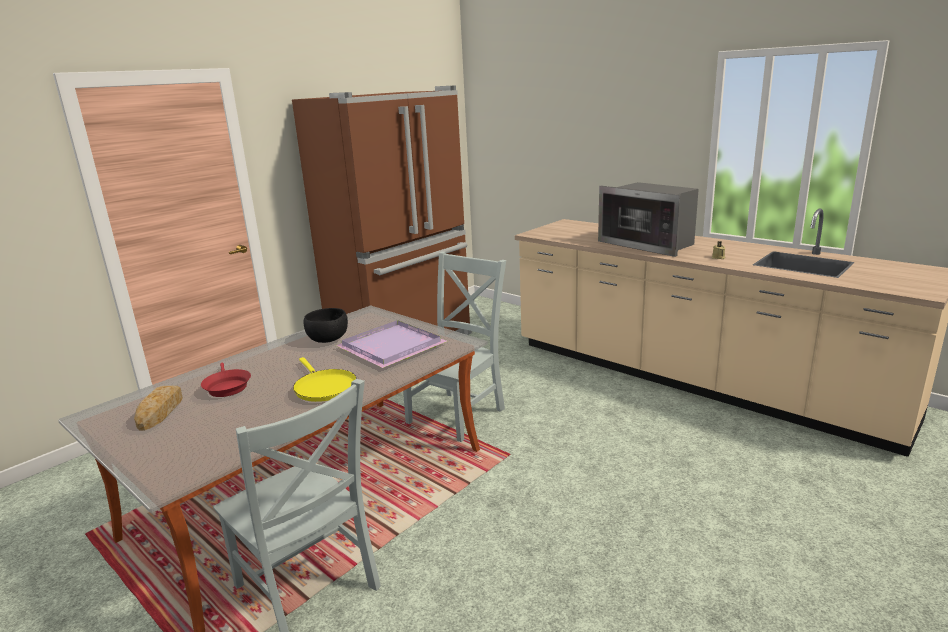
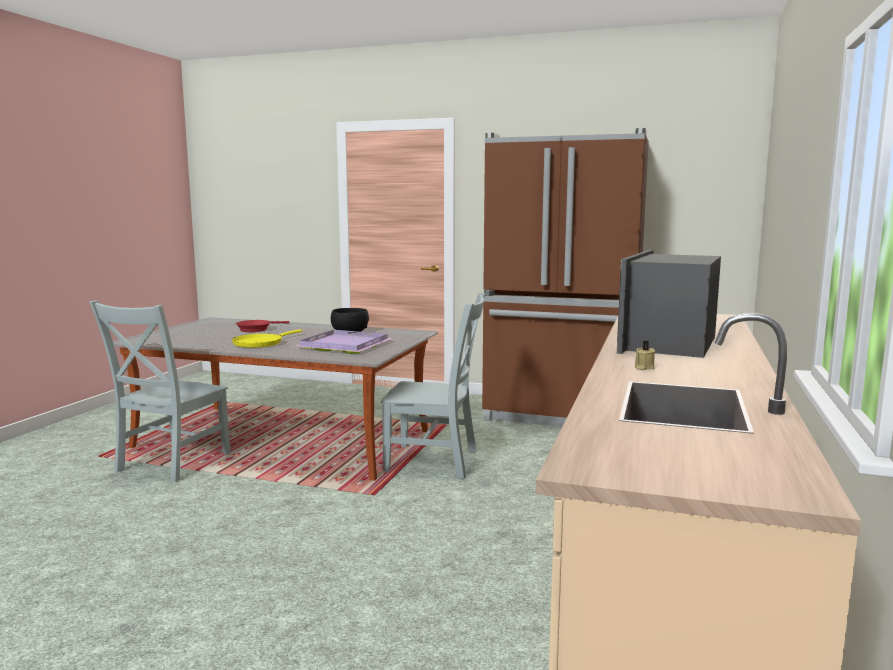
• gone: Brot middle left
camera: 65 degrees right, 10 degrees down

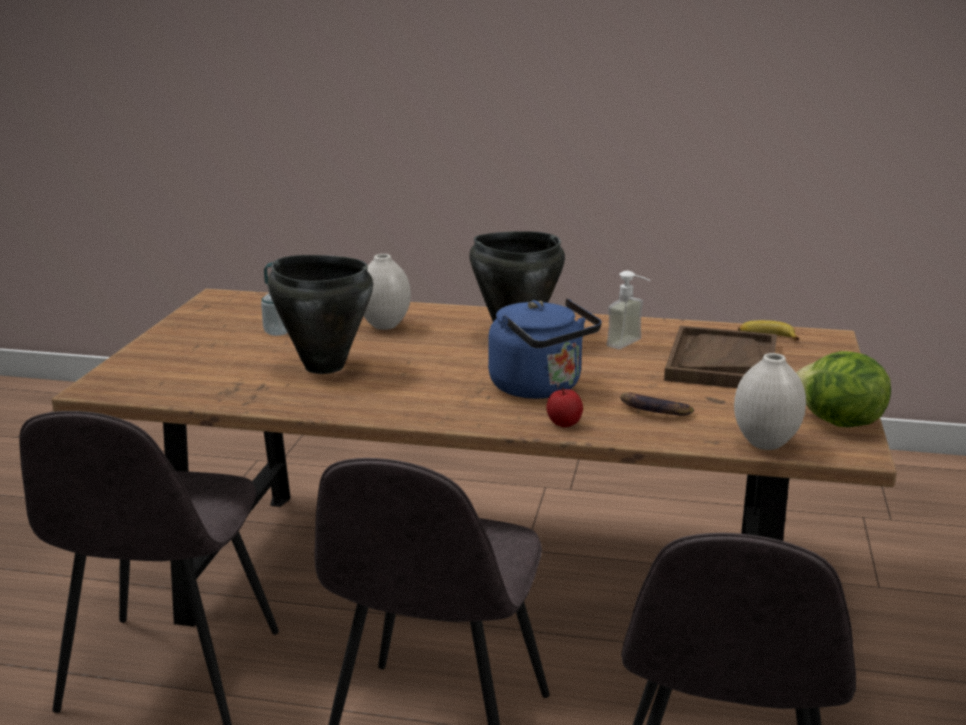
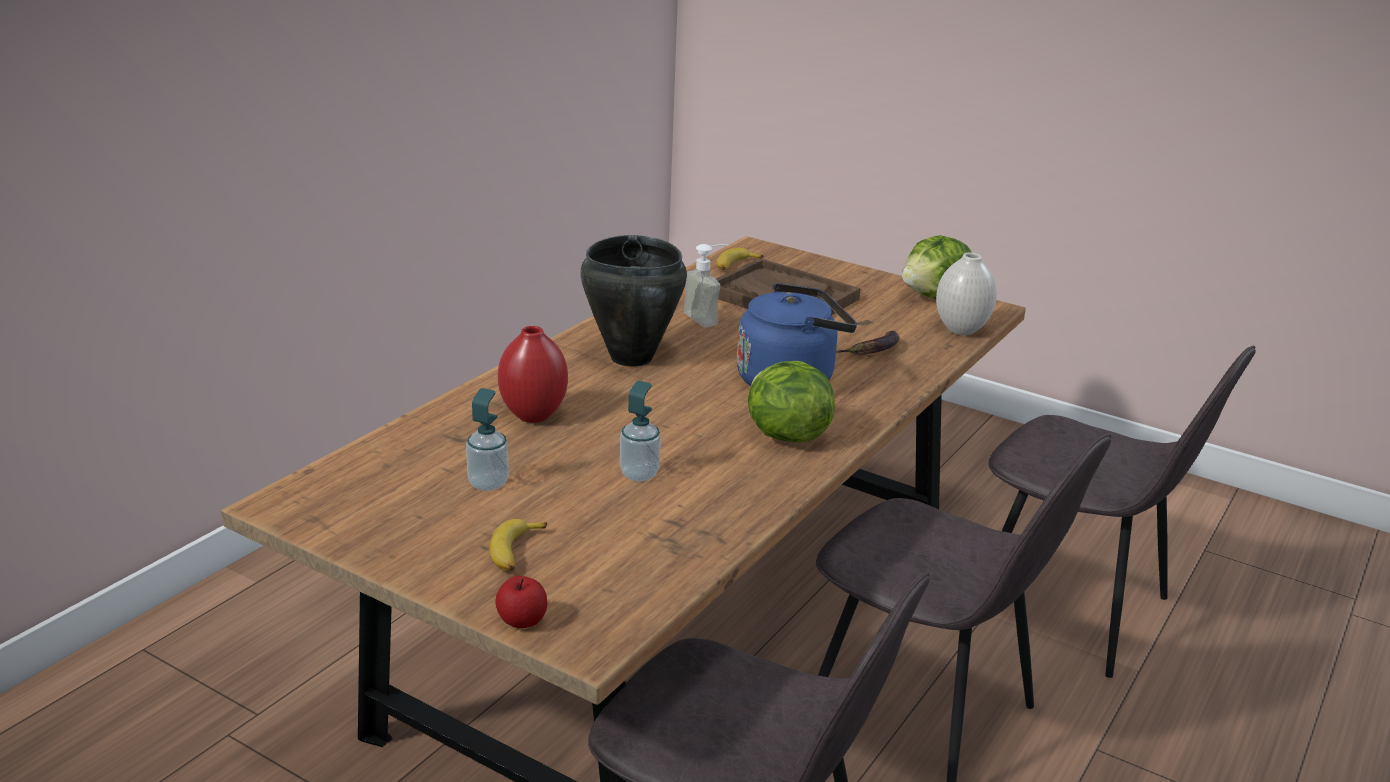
• new: Banane (no. 1 from left) bottom centre
• shifted: Apfel centre to bottom centre
• repainted: Vase (weiß) (no. 1 from left) centre to Vase (rot) centre
• swapped: Kochtopf (schwarz) (no. 1 from left) middle left to Seifenspender (no. 2 from left) centre
• new: Salatkopf (no. 1 from left) centre
camera: 70 degrees left, 5 degrees up

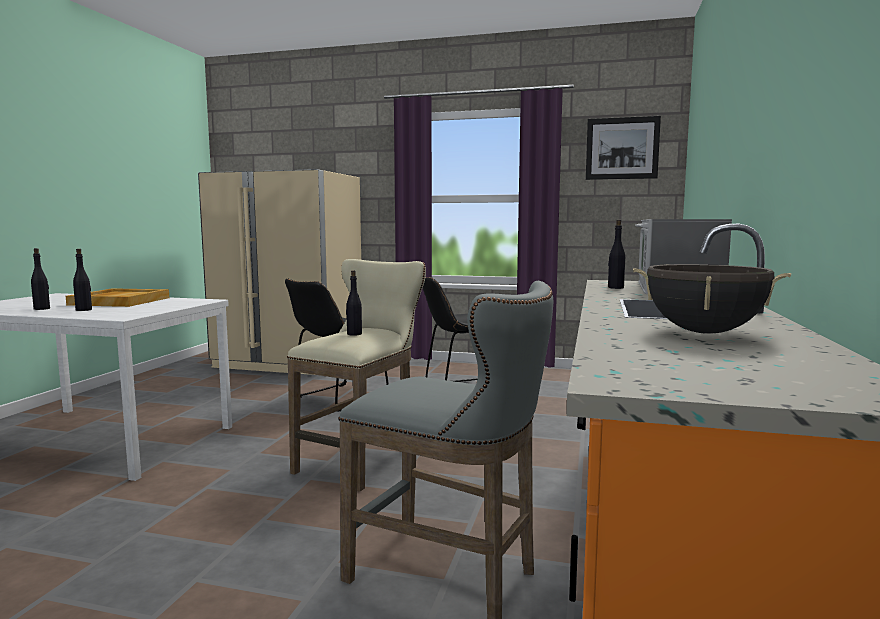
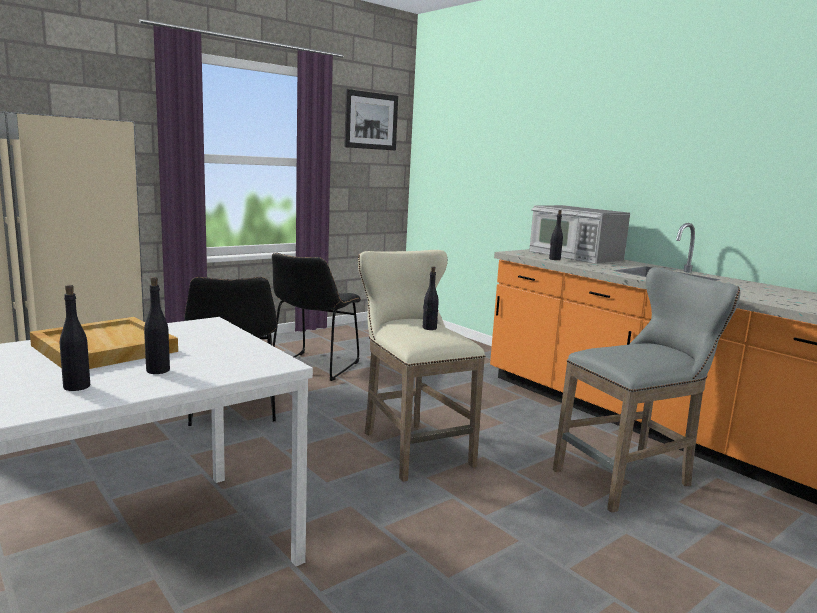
• gone: Kochtopf (schwarz) middle right
camera: 55 degrees left, 5 degrees up

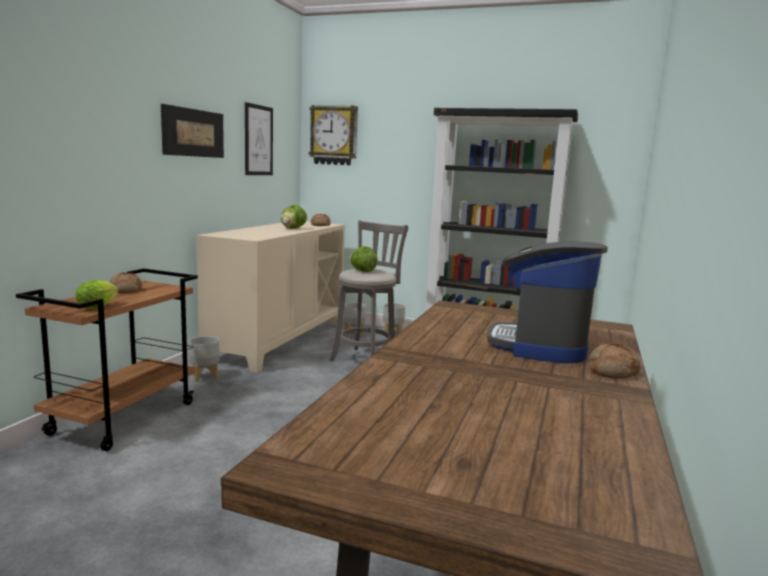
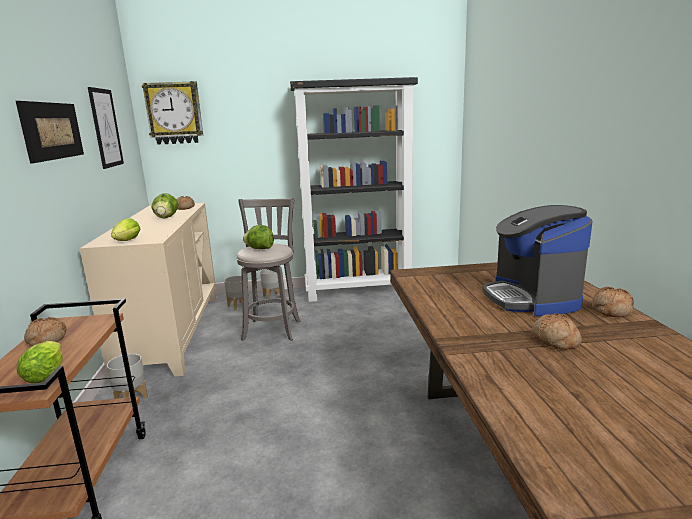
• new: Salatkopf (no. 2 from left) middle left
• new: Brot (no. 3 from left) middle right
camera: 25 degrees left, 5 degrees up

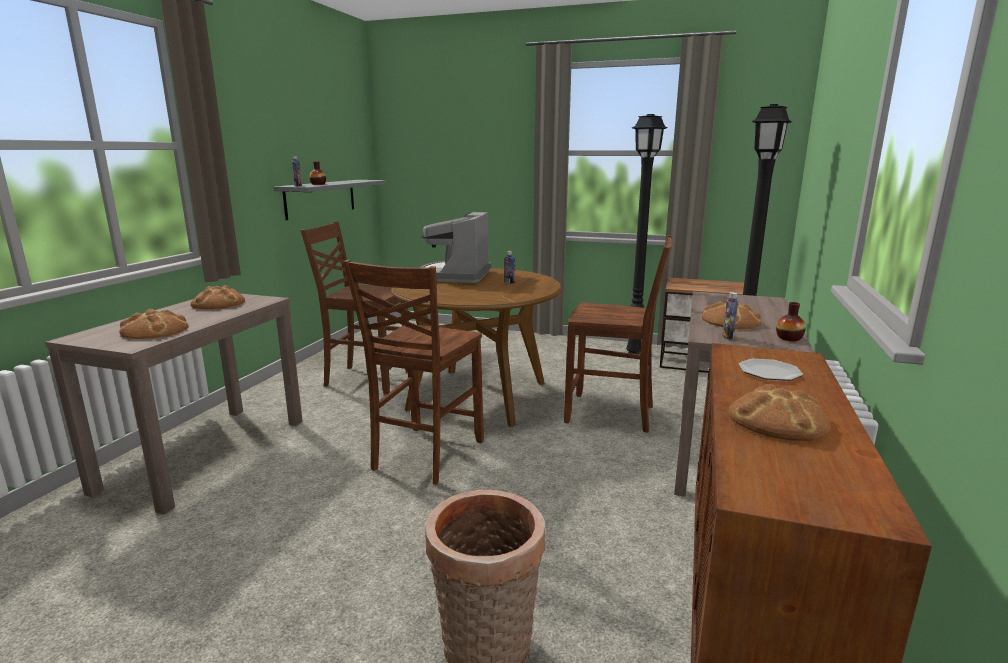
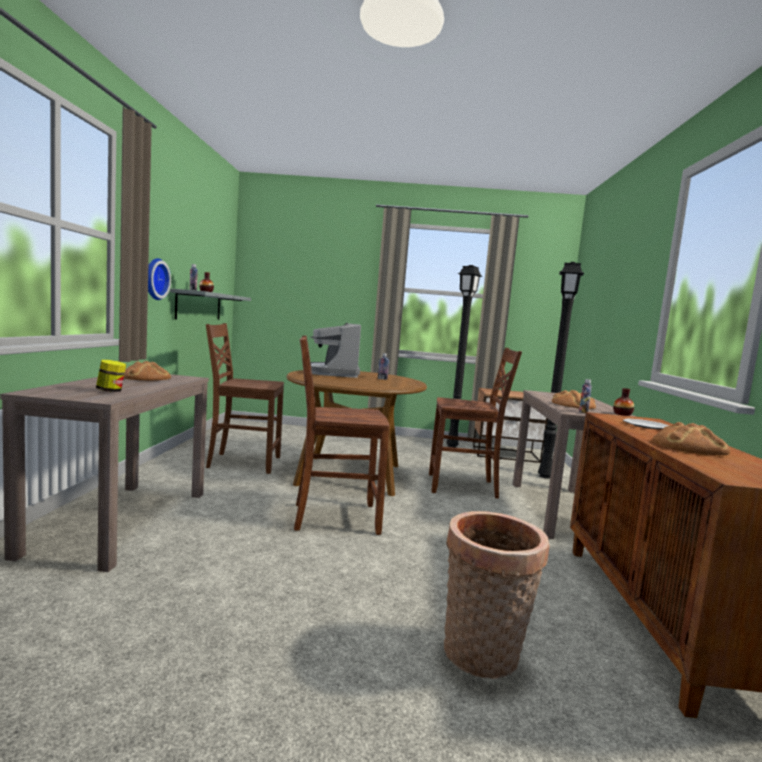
• swapped: Brot (no. 1 from left) middle left to Vorratsglas middle left
• new: Wanduhr middle left
• rotated: Stuhl (braun) (no. 2 from left) centre = centre 75 degrees clockwise
camera: 15 degrees left, 10 degrees down

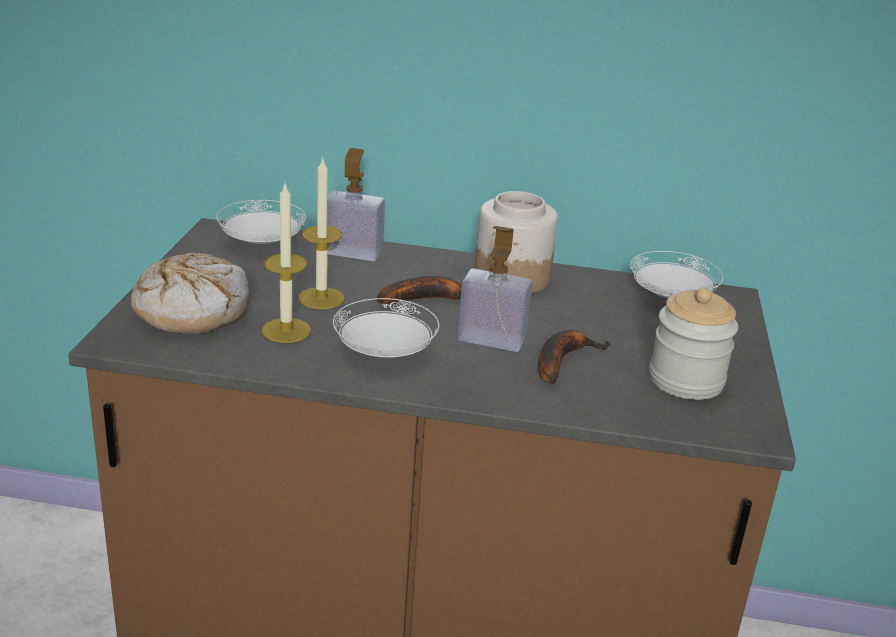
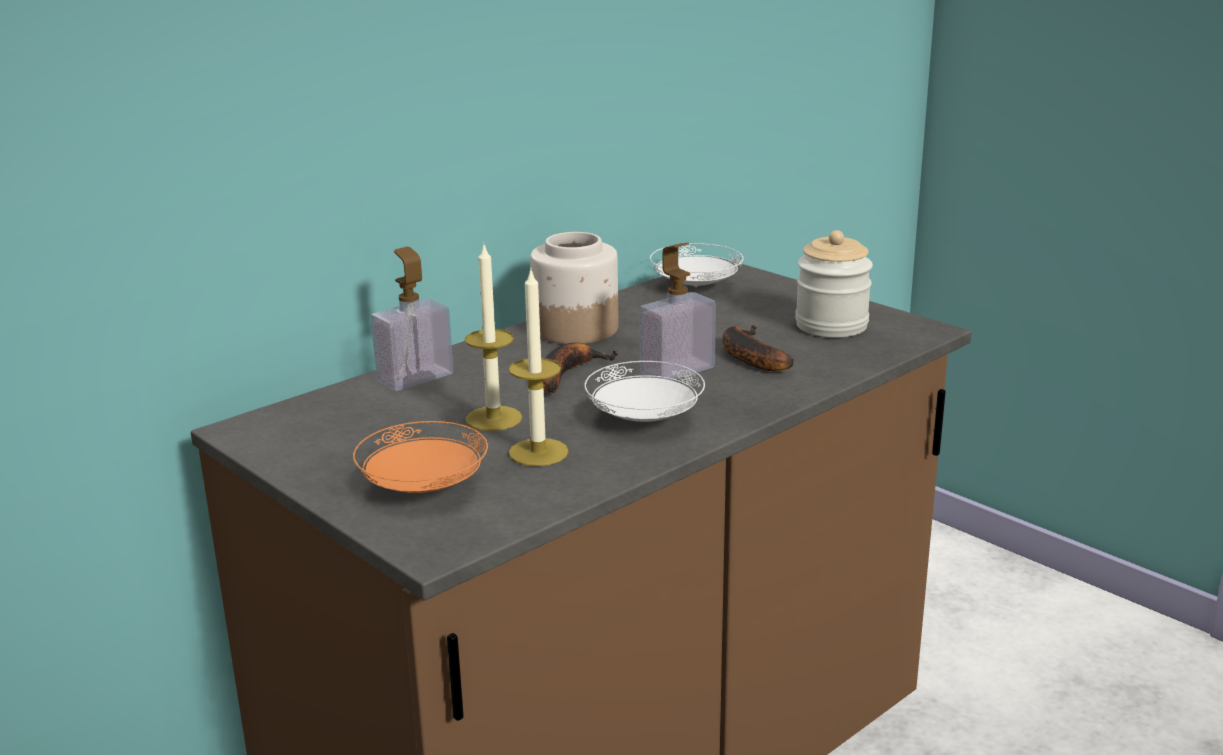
• swapped: Brot middle left to Teller (orange) centre
• gone: Teller (weiß) (no. 1 from left) middle left
camera: 50 degrees left, 5 degrees down

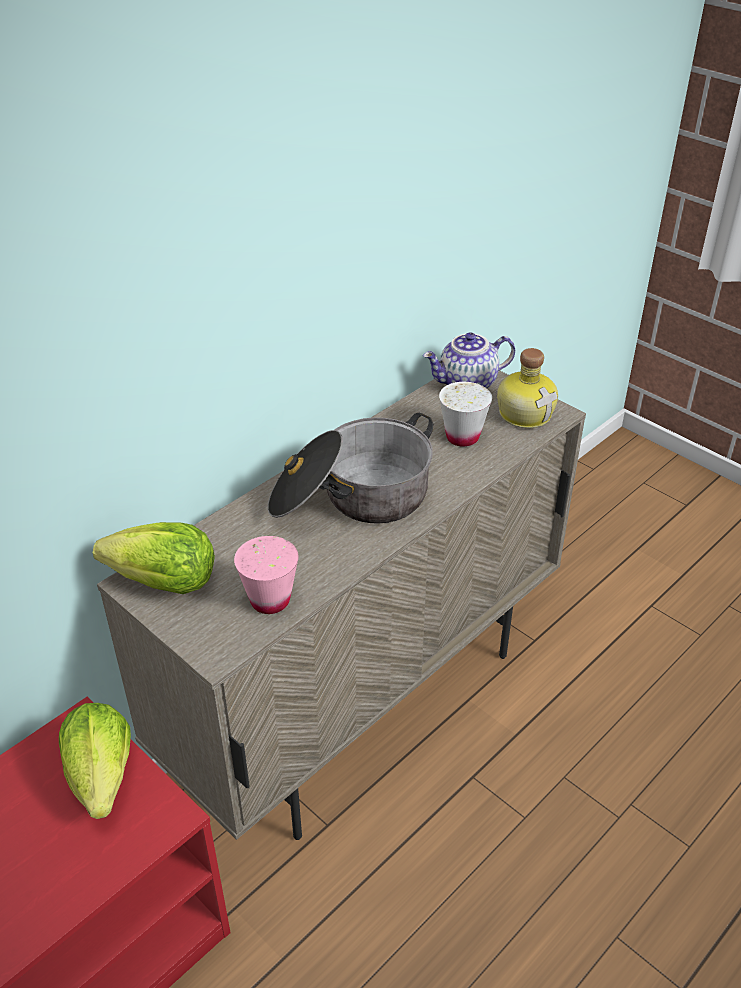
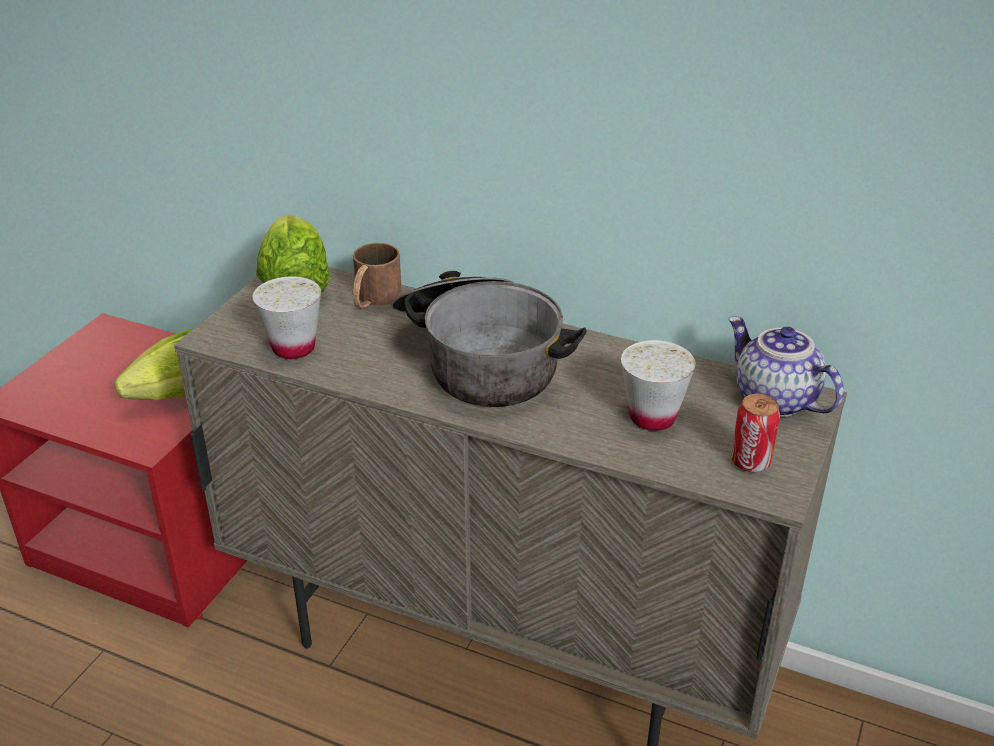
• repainted: Tasse (rosa) centre to Tasse (weiß) (no. 1 from left) middle left
• new: Henkelbecher (braun) centre
• swapped: Flasche middle right to Dose middle right
camera: 70 degrees right, 5 degrees down

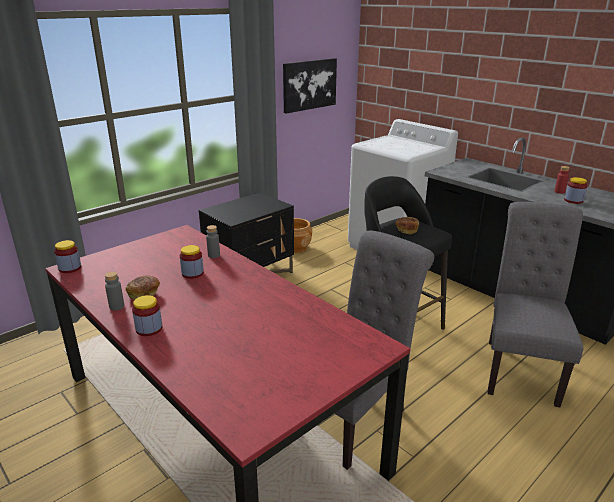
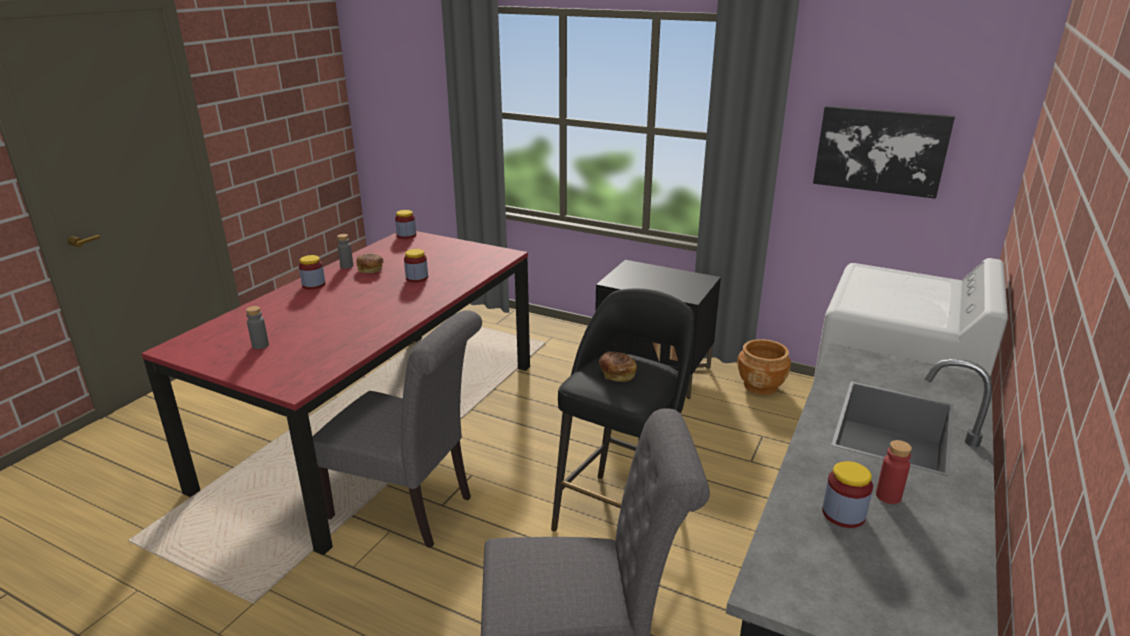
• shifted: Flasche (grau) (no. 2 from left in the first image) centre to Flasche (grau) (no. 1 from left) middle left
camera: 70 degrees right, 0 degrees up

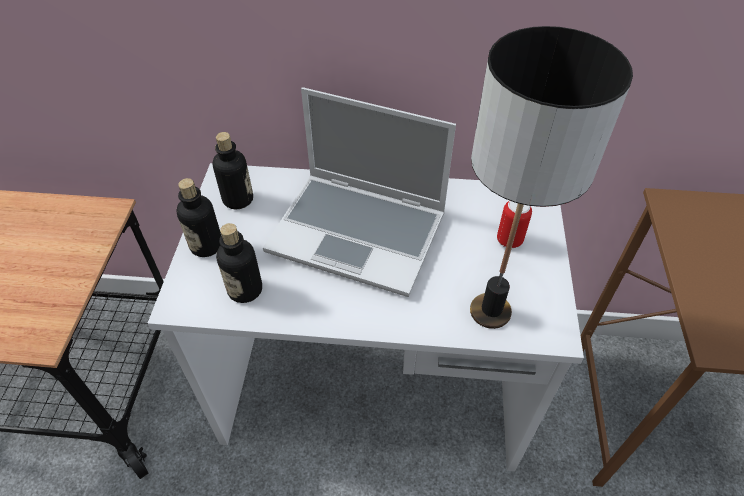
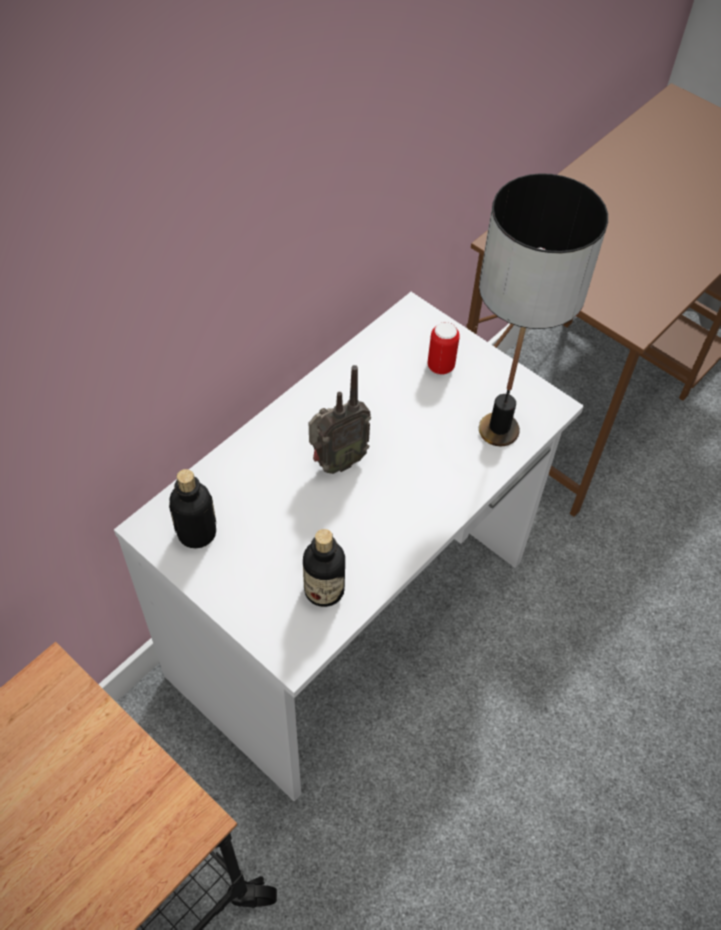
• swapped: Laptop centre to Radio centre
• gone: Flasche (no. 1 from left) middle left
camera: 55 degrees left, 5 degrees up

